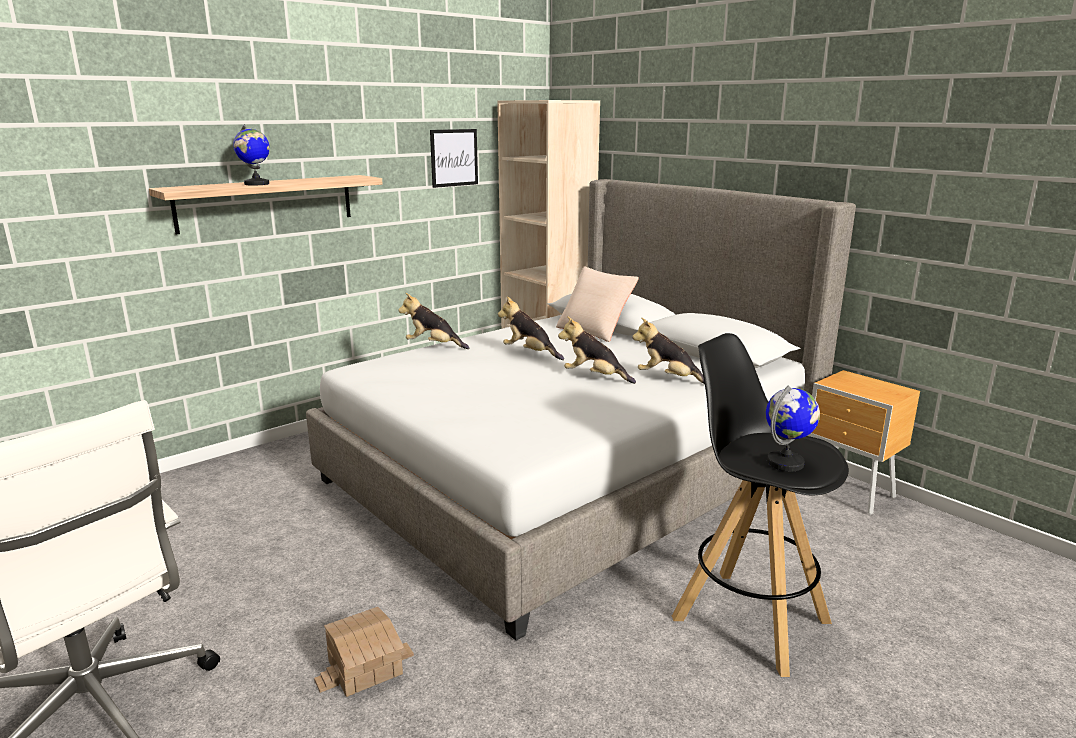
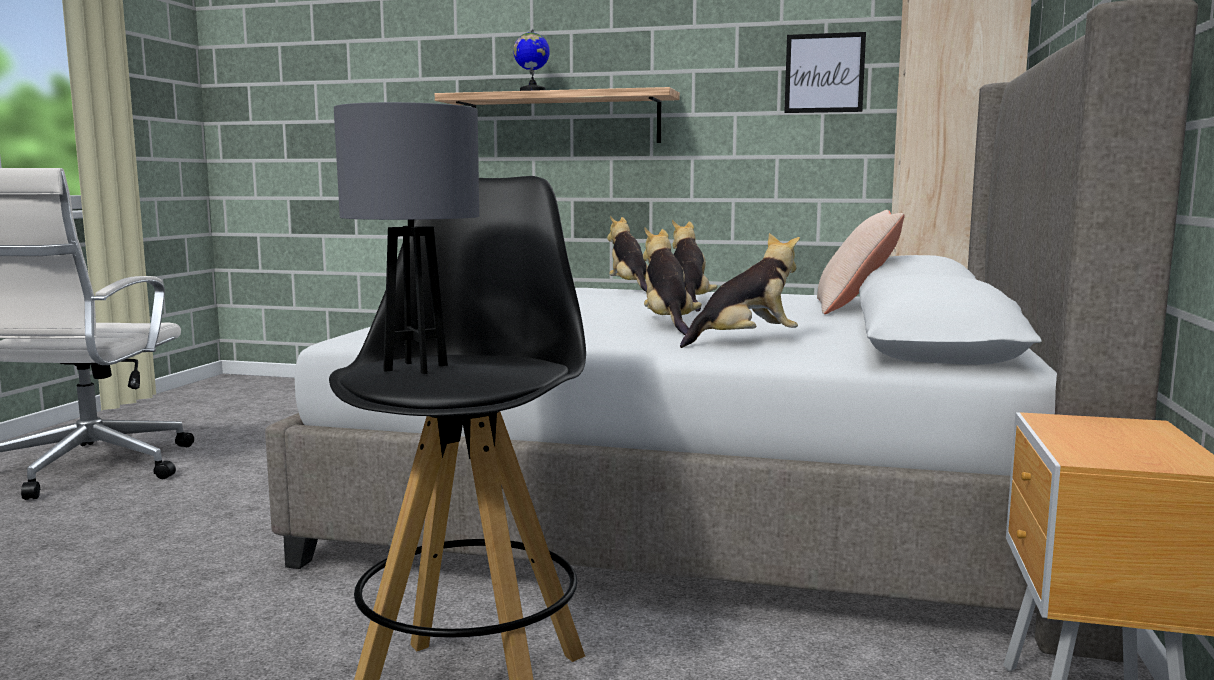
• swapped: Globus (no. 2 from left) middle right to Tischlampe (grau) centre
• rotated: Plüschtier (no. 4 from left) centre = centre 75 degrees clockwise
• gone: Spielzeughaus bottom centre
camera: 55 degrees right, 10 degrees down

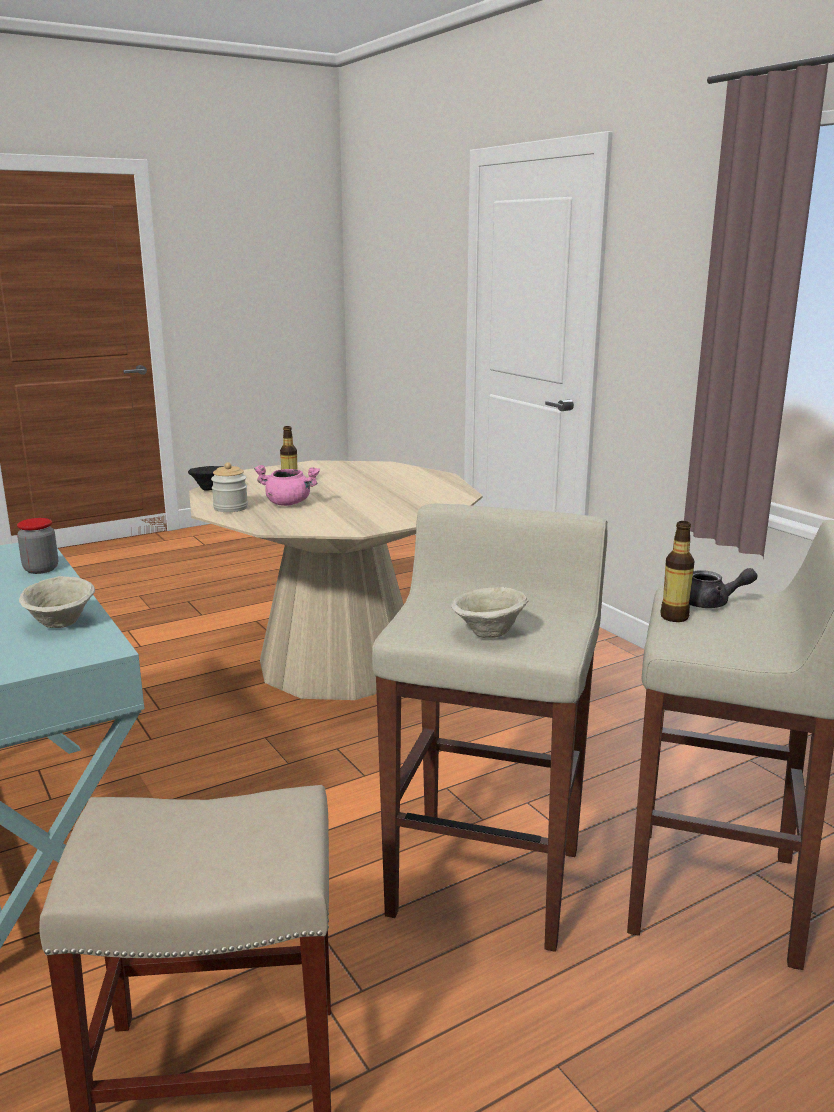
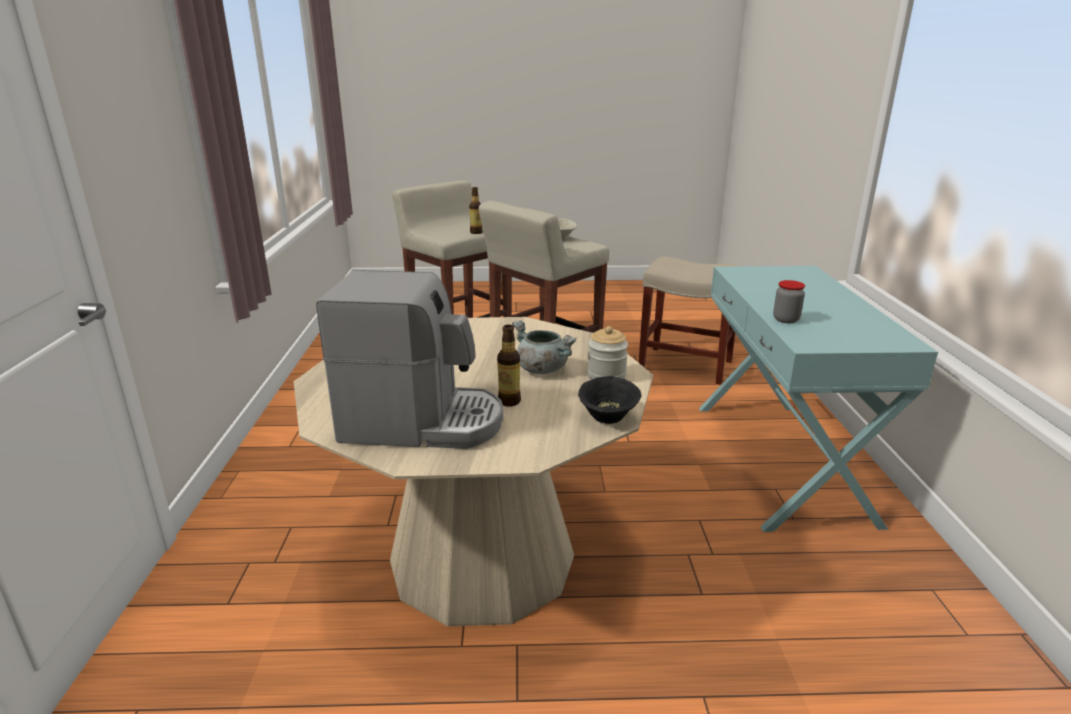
• new: Kaffeemaschine centre
• repainted: Kochtopf (rosa) centre to Kochtopf (grau) centre
• gone: Schüssel (beige) (no. 1 from left) middle left
• gone: Teekanne (grau) middle right
camera: 150 degrees left, 5 degrees up

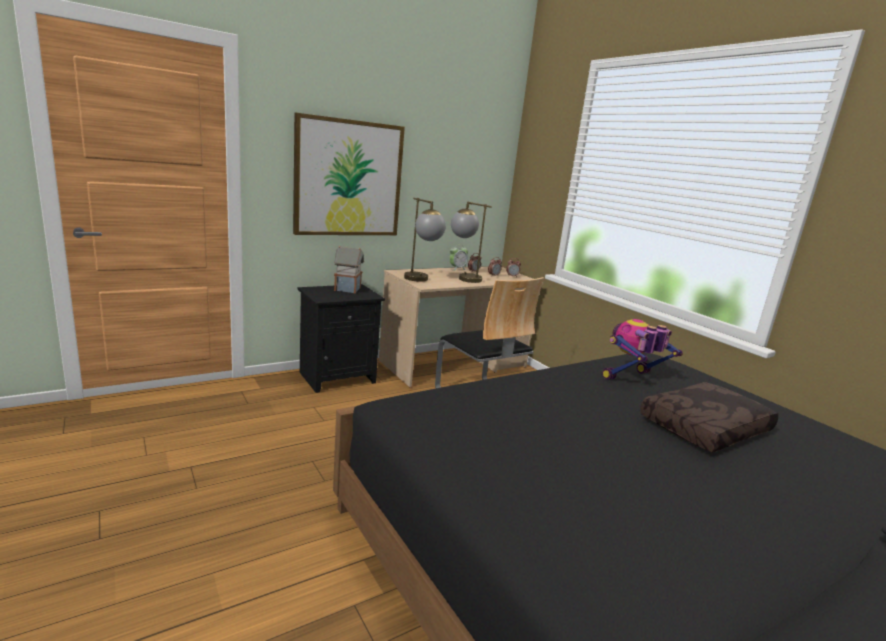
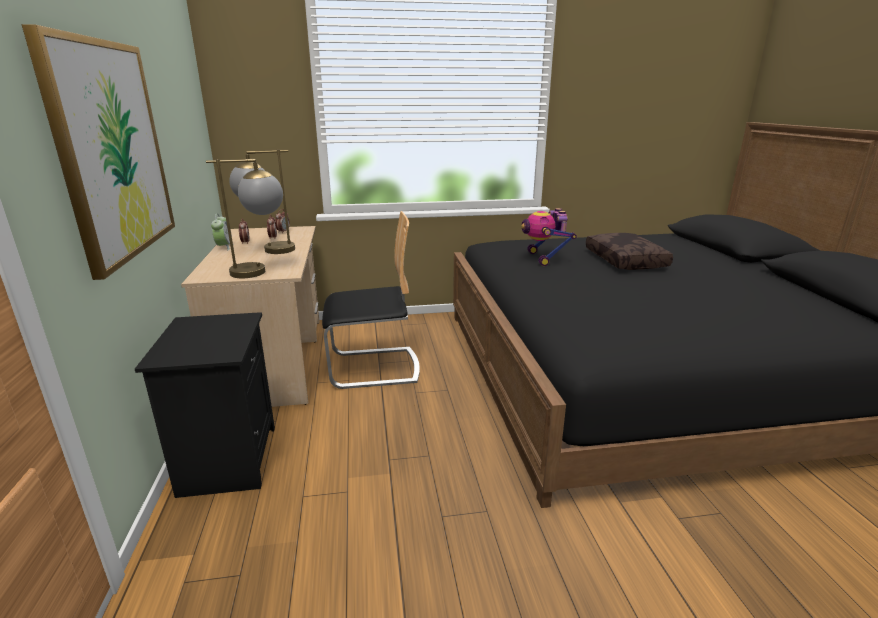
• gone: Spielzeughaus centre
camera: 65 degrees left, 5 degrees up

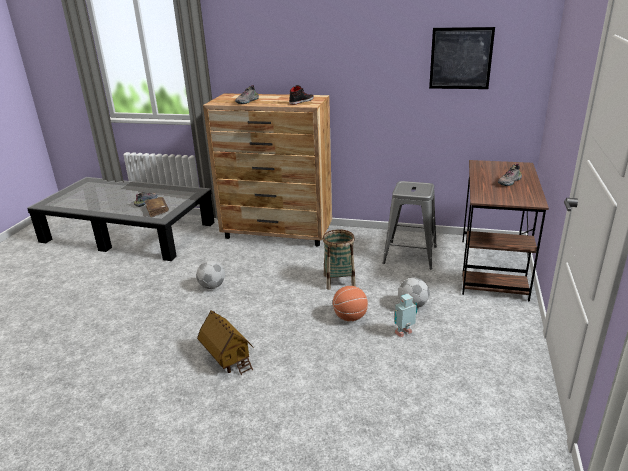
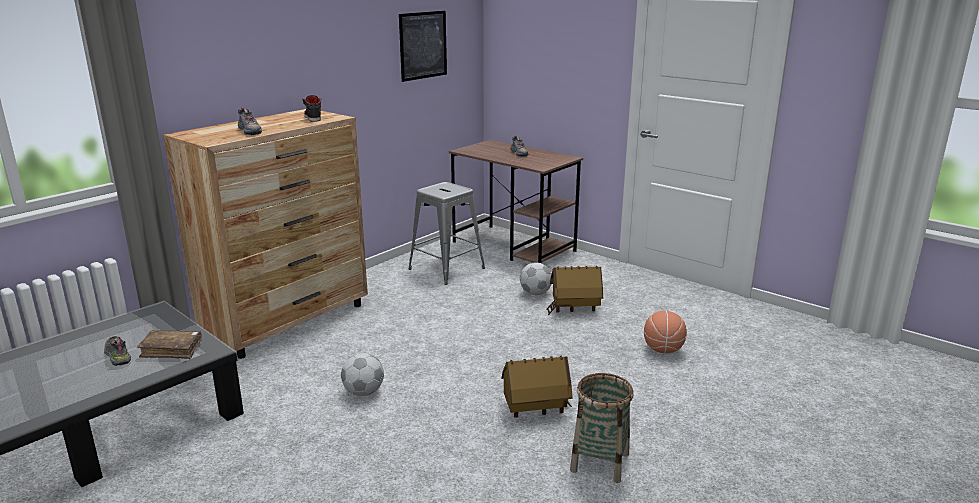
• swapped: Spielzeugroboter bottom centre to Spielzeughaus (no. 2 from left) centre
• shifted: Korb centre to bottom centre
• shifted: Basketball centre to middle right
camera: 65 degrees left, 5 degrees down

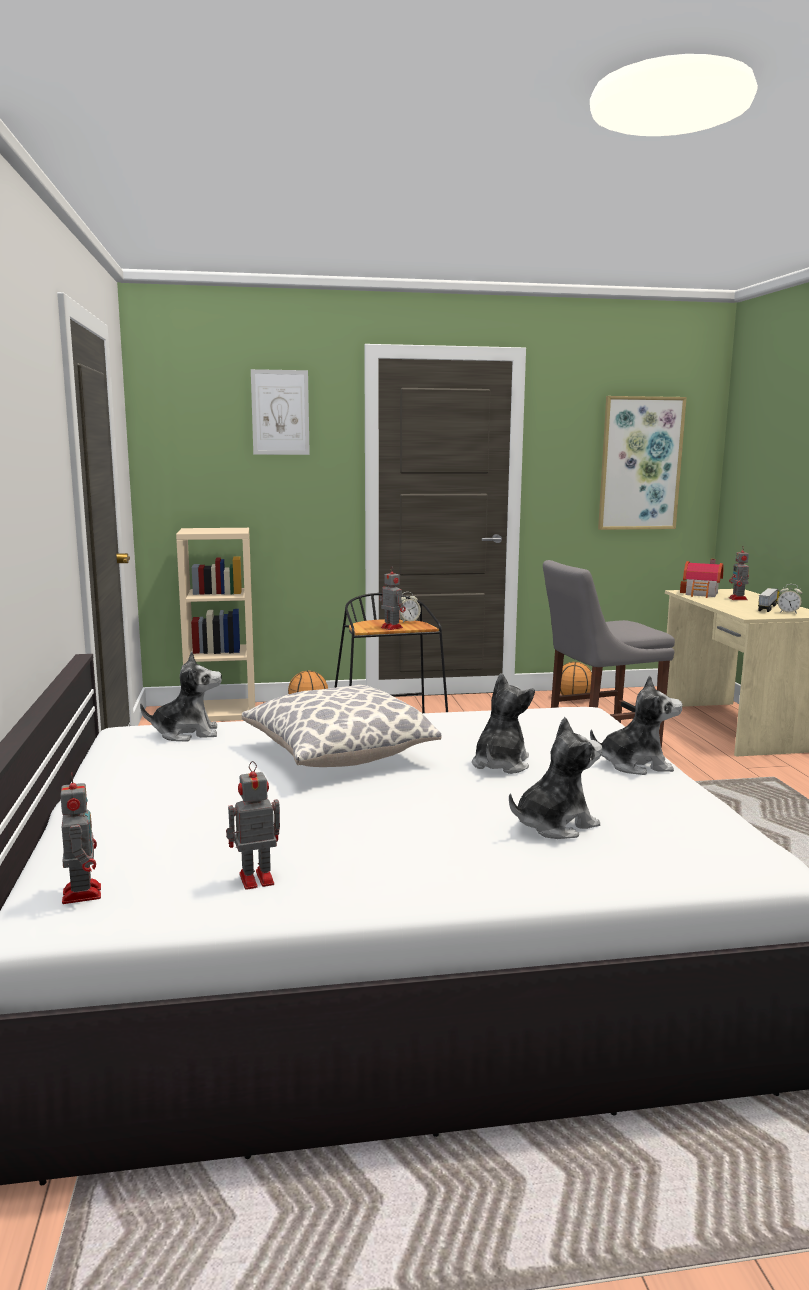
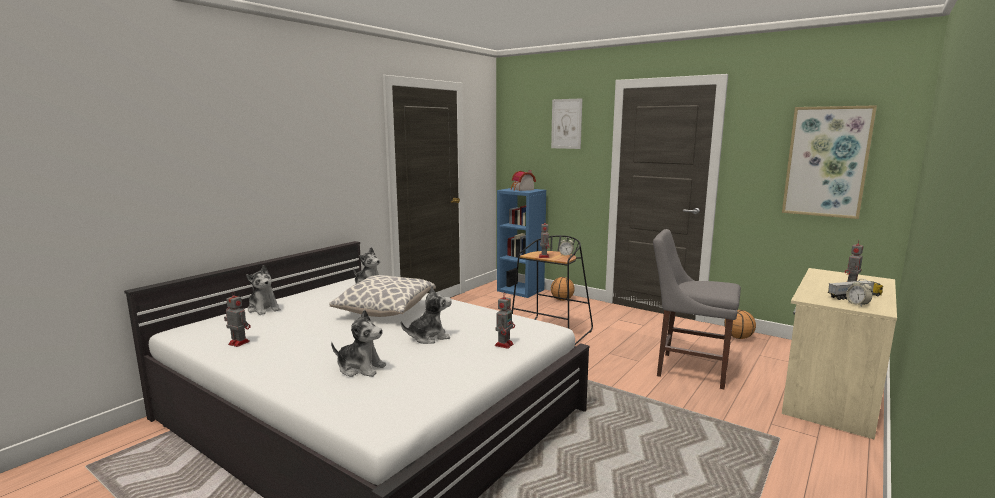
• shifted: Plüschtier (no. 4 from left in the first image) middle right to Plüschtier (no. 1 from left) middle left
• shifted: Spielzeugroboter (no. 1 from left in the first image) middle left to Spielzeugroboter (no. 2 from left) centre
• repainted: Bücherregal (beige) middle left to Bücherregal (blau) centre
• shifted: Spielzeughaus middle right to centre
camera: 45 degrees right, 0 degrees up

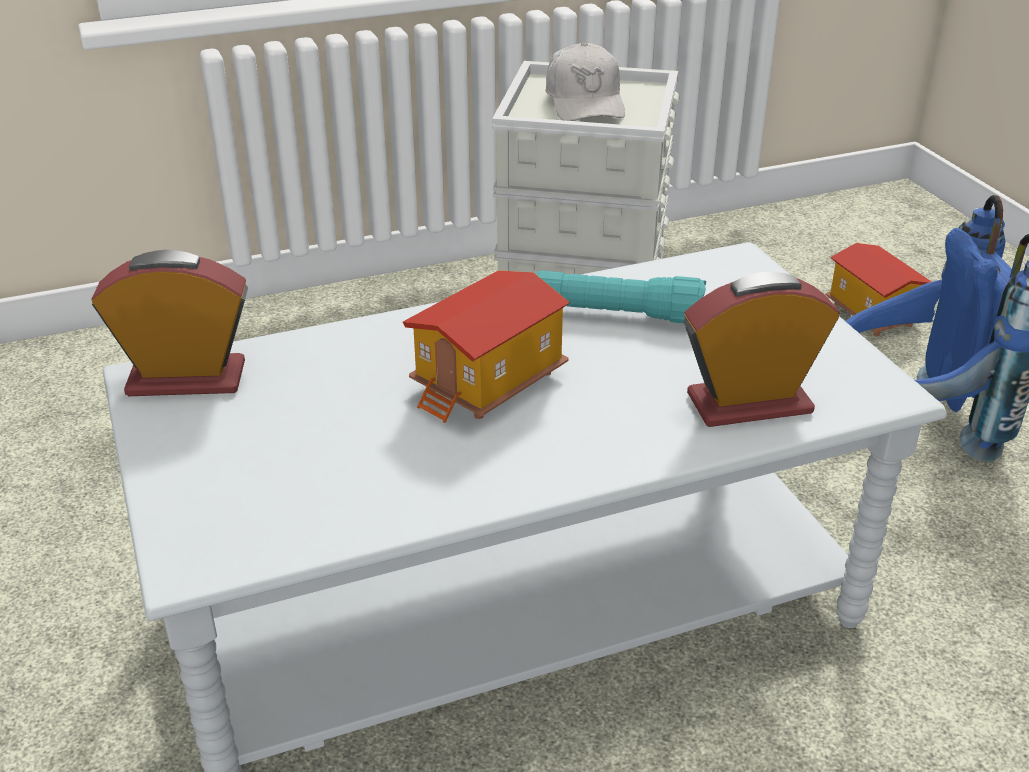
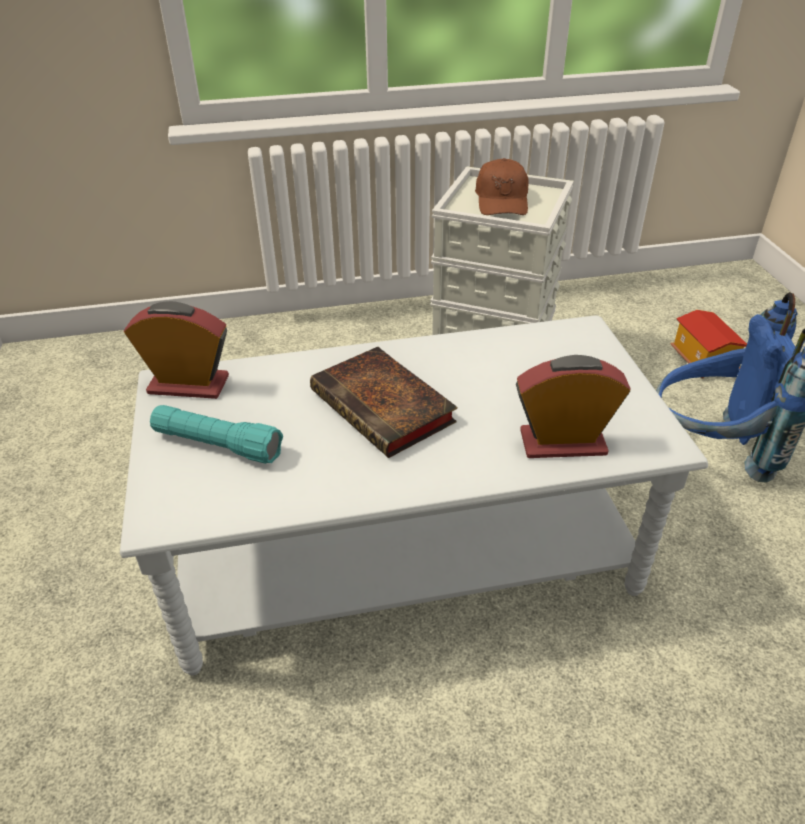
• shifted: Taschenlampe (türkis) centre to middle left
• swapped: Spielzeughaus (no. 1 from left) centre to Buch centre
• repainted: Kappe (weiß) top centre to Kappe (braun) top centre
camera: 10 degrees right, 5 degrees up

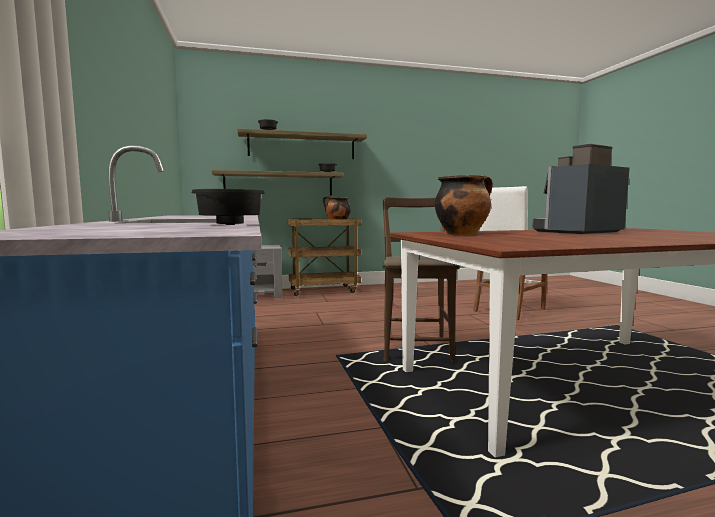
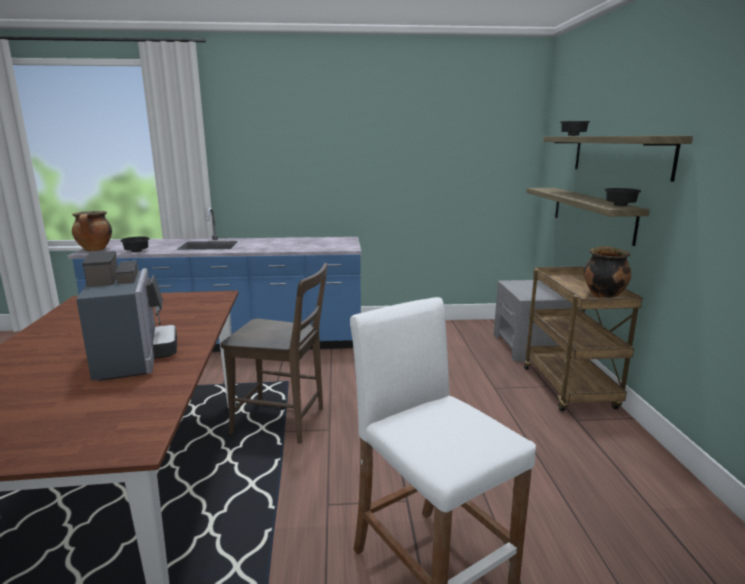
• shifted: Kochtopf (no. 2 from left in the first image) centre to Kochtopf (no. 1 from left) middle left
camera: 100 degrees right, 10 degrees up

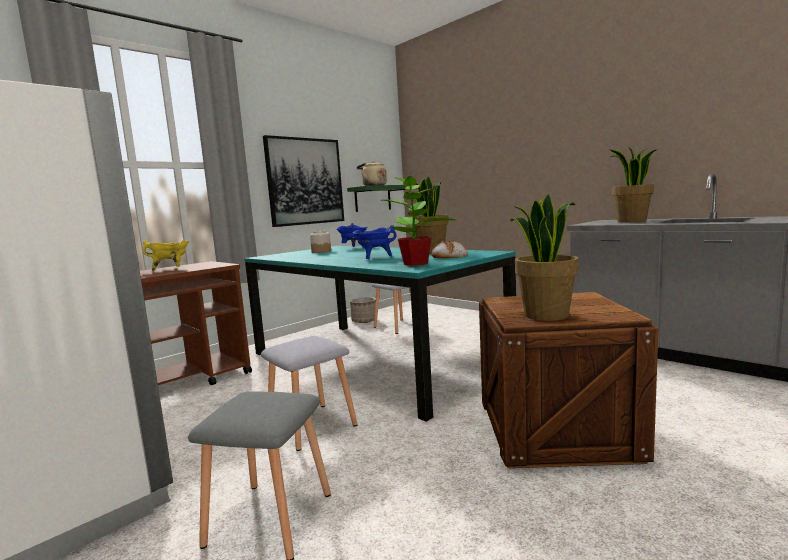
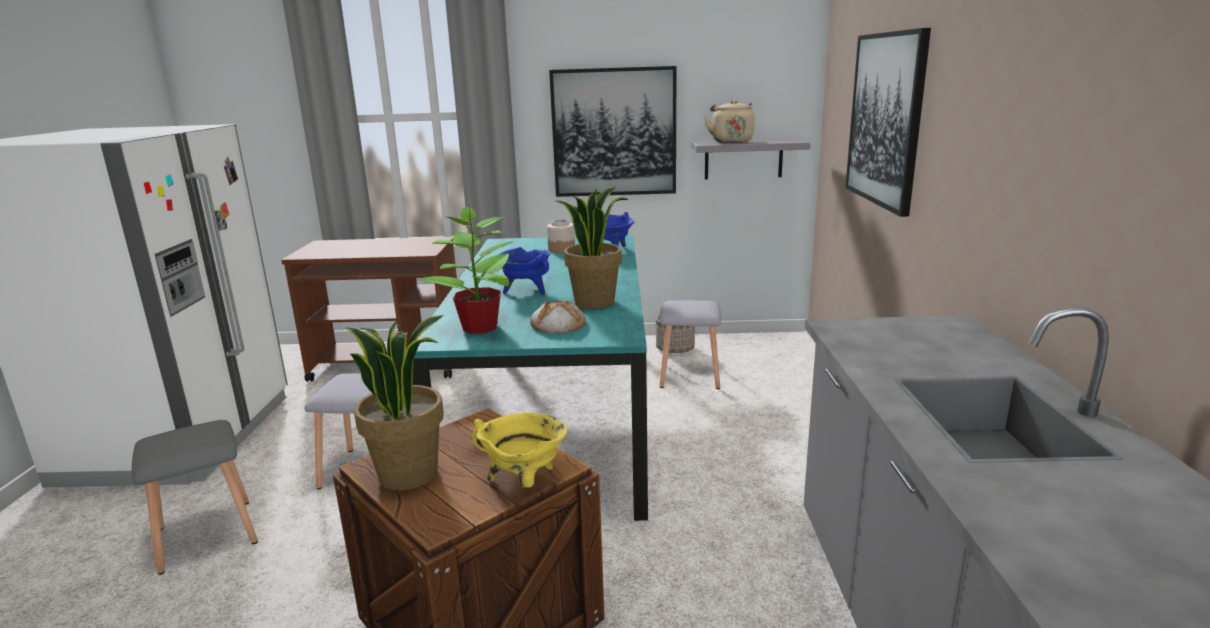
• shifted: Kochtopf (gelb) middle left to bottom centre
• repainted: Wandregal (grün) centre to Wandregal (grau) top centre
• new: Bild (no. 2 from left) top right
• gone: Topfpflanze (no. 4 from left) top right
camera: 45 degrees right, 10 degrees up

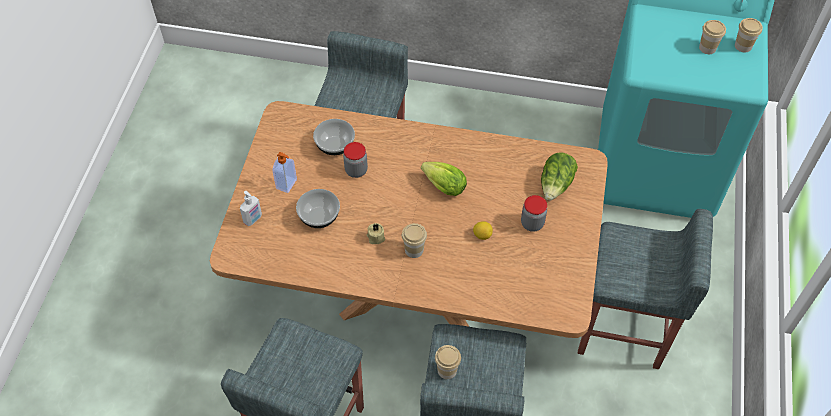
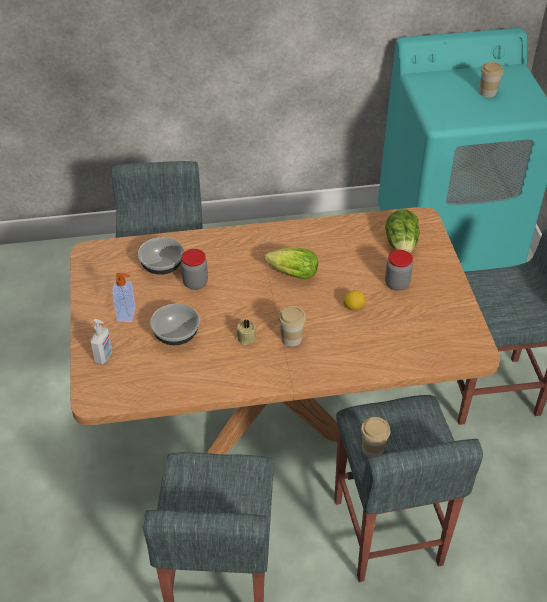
• gone: Tasse (no. 4 from left) top right
camera: 20 degrees left, 10 degrees down

